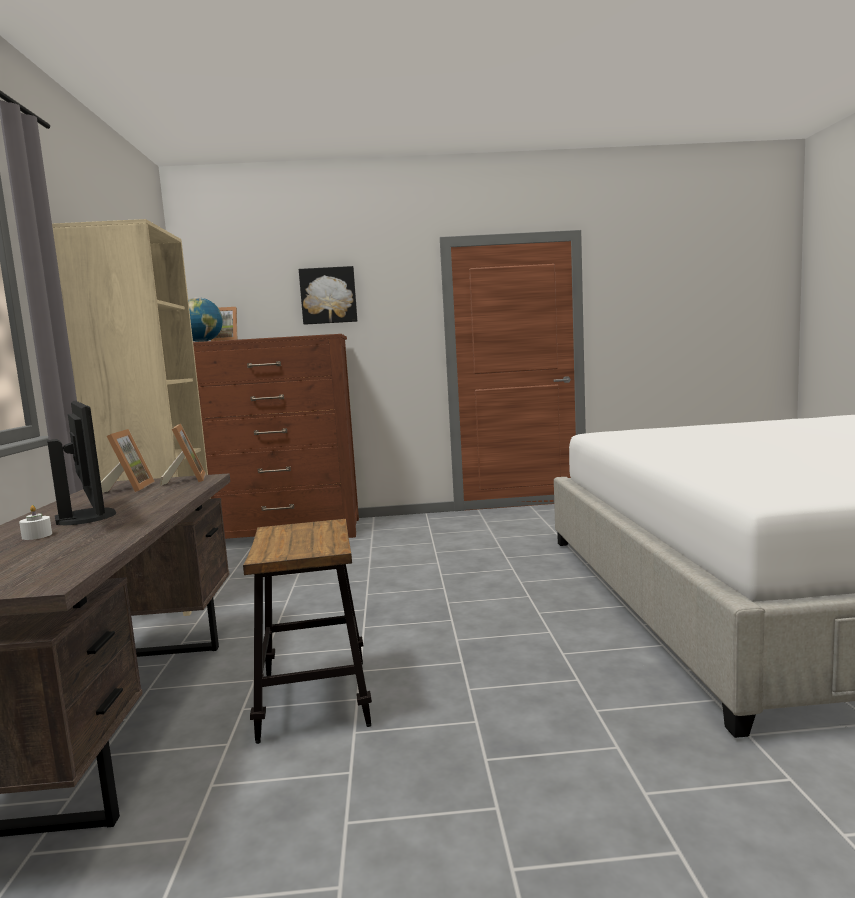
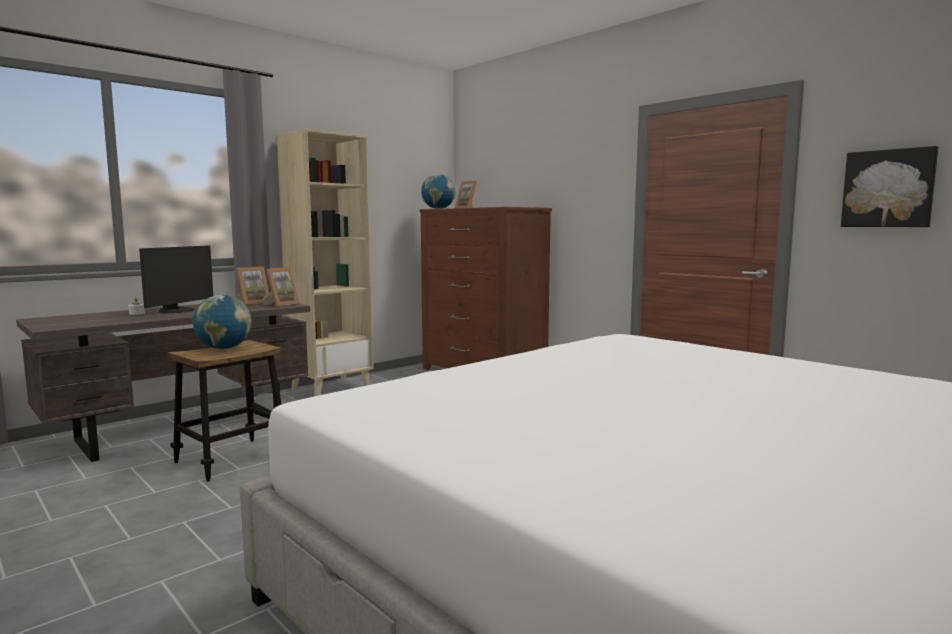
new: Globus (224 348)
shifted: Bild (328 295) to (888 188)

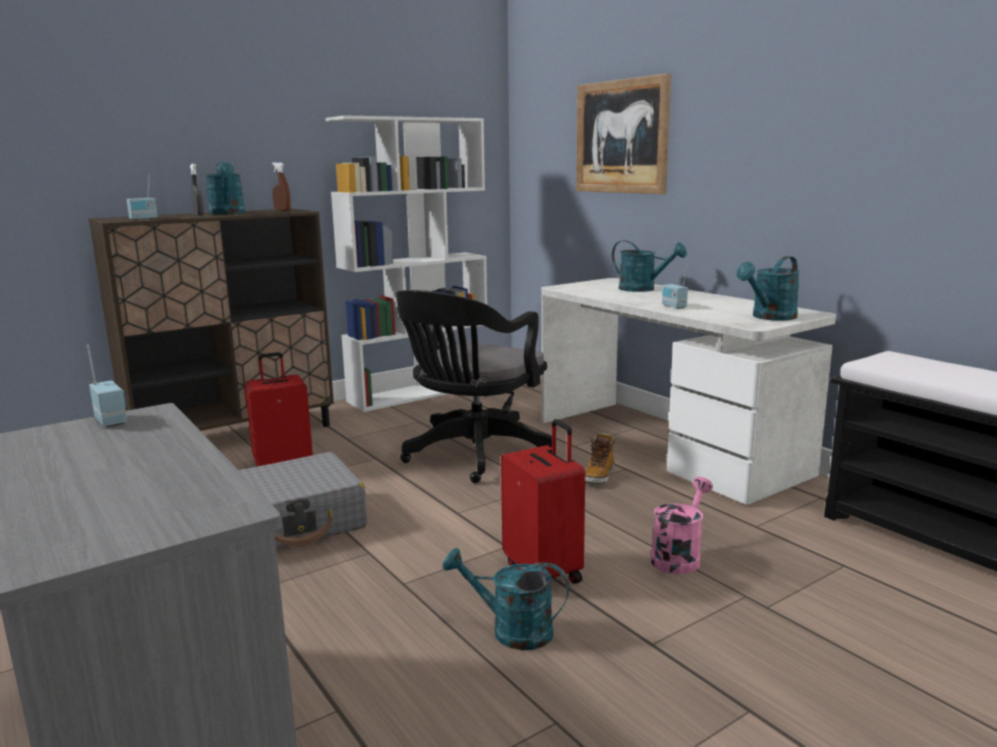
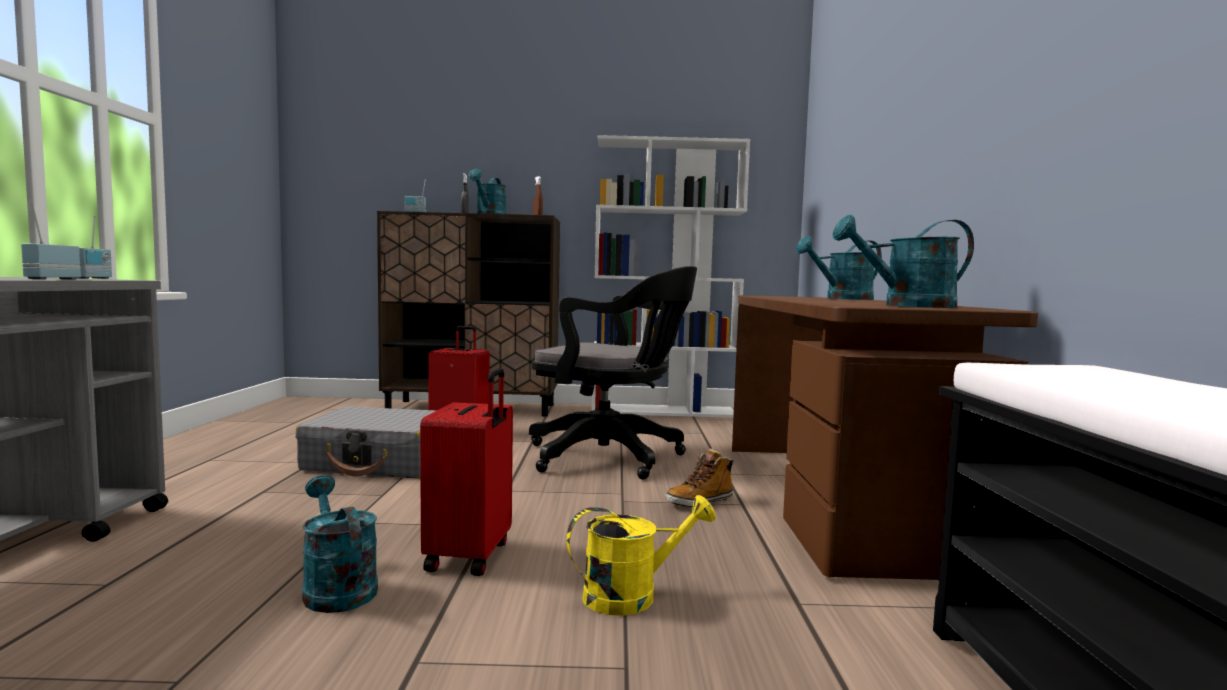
gone: Bild (621 137)
shifted: Radio (673 306) to (51 279)
repainted: Gießkanne (rosa) (679 556) to Gießkanne (gelb) (632 595); Schreibtisch (weiß) (666 446) to Schreibtisch (braun) (834 498)
rotated: Bürostuhl (schwarz) (473 456) = (612 458) 135 degrees counterclockwise; Gießkanne (türkis) (643 289) = (842 299) 90 degrees clockwise

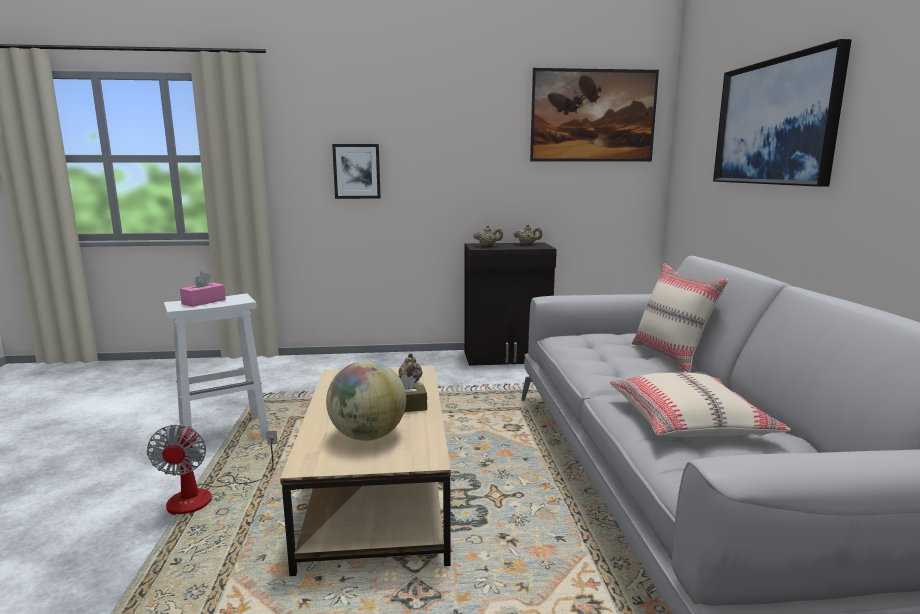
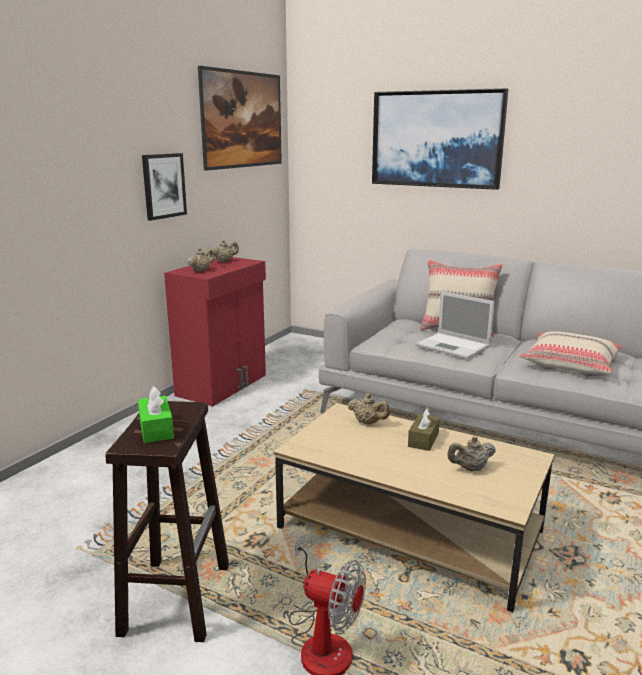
new: Laptop (454 346)
shifted: Bild (357 171) to (163 186)
swapped: Globus (367 436) to Teekanne (beige) (470 469)
repainted: Hocker (weiß) (226 435) to Hocker (braun) (176 597); Taschentuchbox (rosa) (204 302) to Taschentuchbox (grün) (156 429); Schrank (schwarz) (507 357) to Schrank (rot) (223 385)

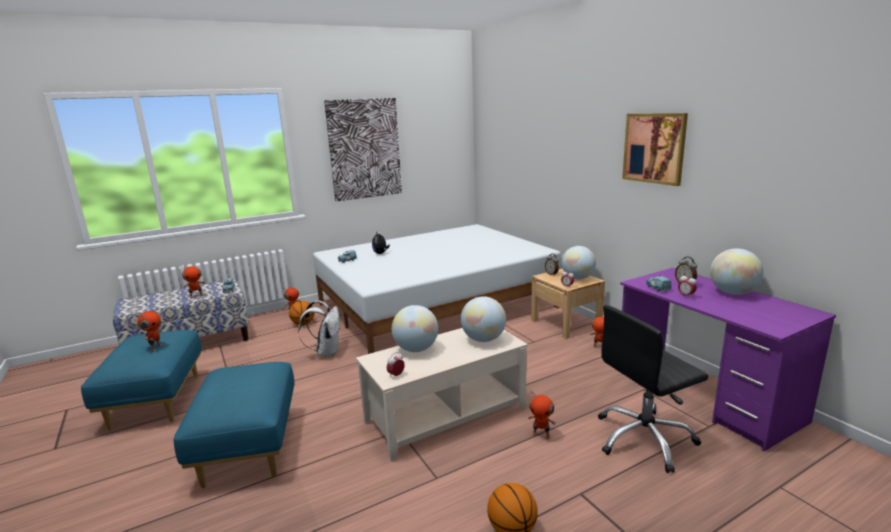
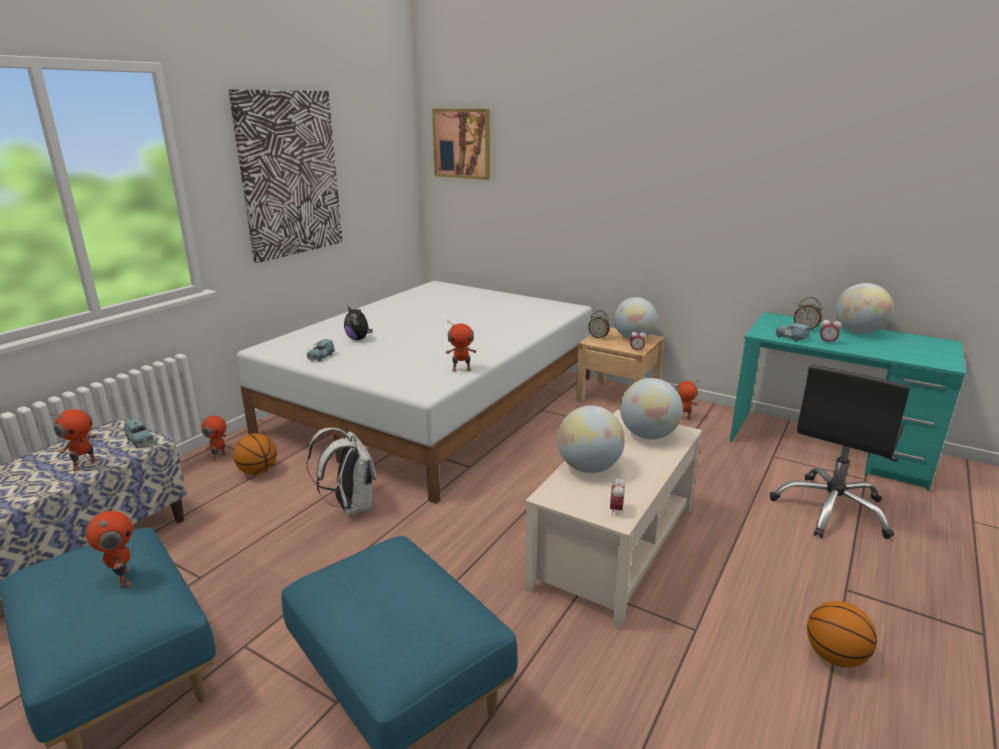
shifted: Bild (654 148) to (462 143); Spielzeugroboter (541 435) to (461 369)
repainted: Schreibtisch (lila) (704 395) to Schreibtisch (türkis) (828 447)

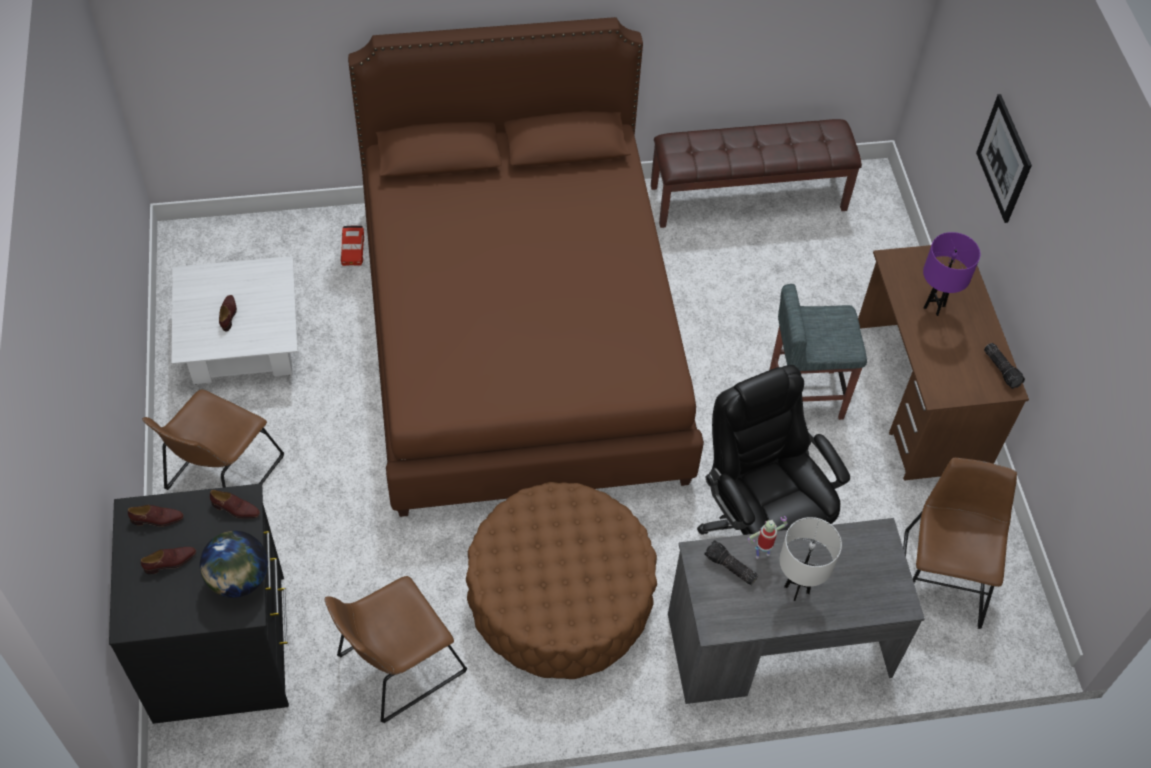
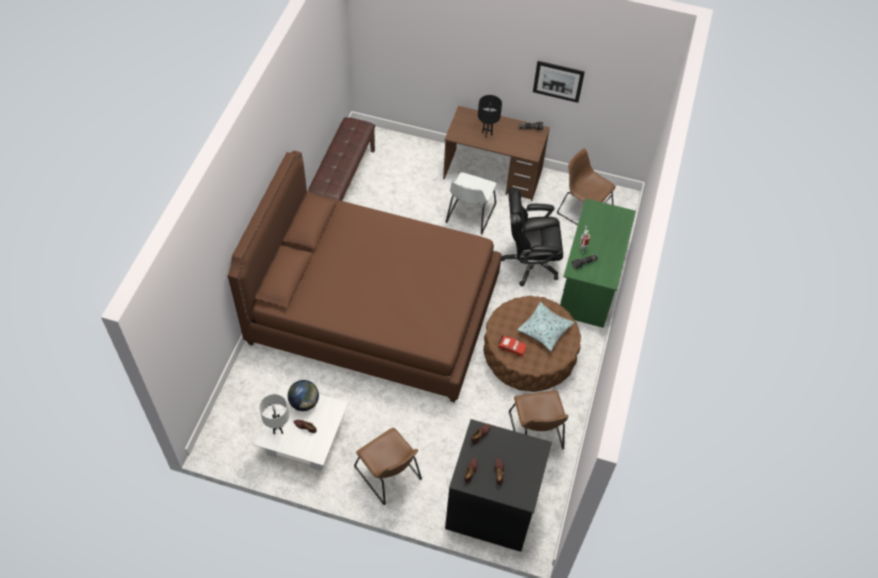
new: Kissen (544 329)
shifted: Tischlampe (weiß) (797 590) to (278 430); Globus (238 579) to (304 403); Spielzeugauto (rot) (352 250) to (512 347); Bild (1004 158) to (558 81)
swapped: Hocker (grau) (804 395) to Stuhl (weiß) (469 215)
repainted: Tischlampe (lila) (934 307) to Tischlampe (schwarz) (487 133); Schreibtisch (grau) (778 645) to Schreibtisch (grün) (590 282)

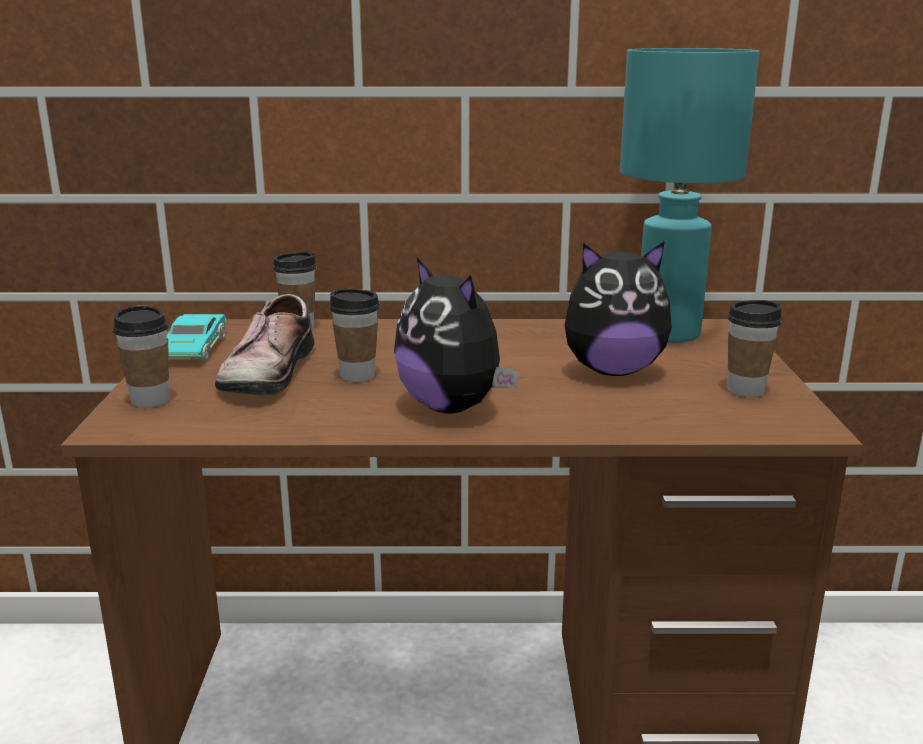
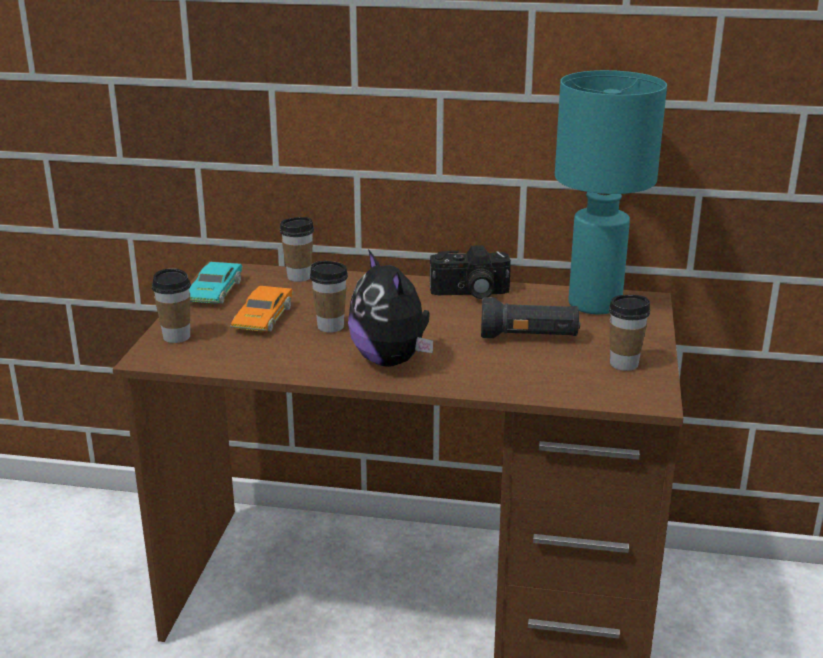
new: Kamera (470 293)
swapped: Schuh (265 371) to Spielzeugauto (orange) (263 317); Plüschtier (613 370) to Taschenlampe (schwarz) (529 337)

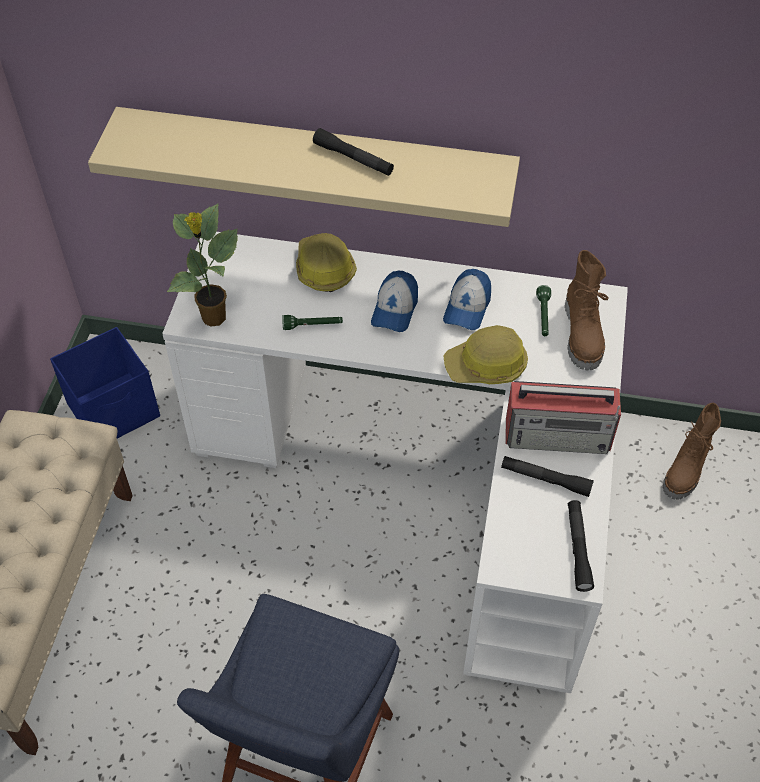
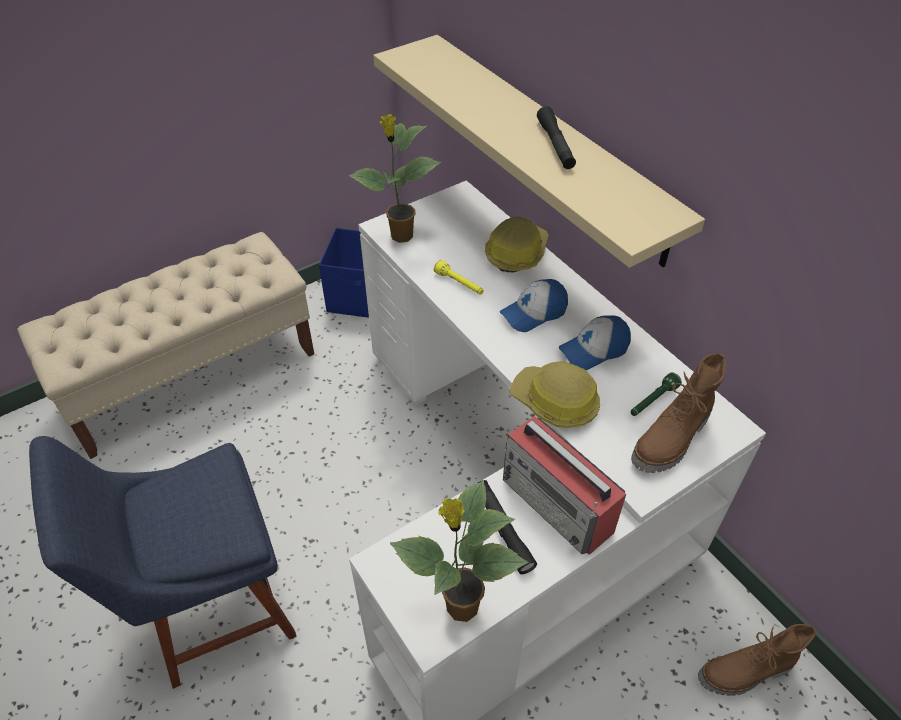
swapped: Taschenlampe (schwarz) (578 548) to Topfpflanze (460 608)
repainted: Taschenlampe (grün) (313 326) to Taschenlampe (gelb) (459 284)

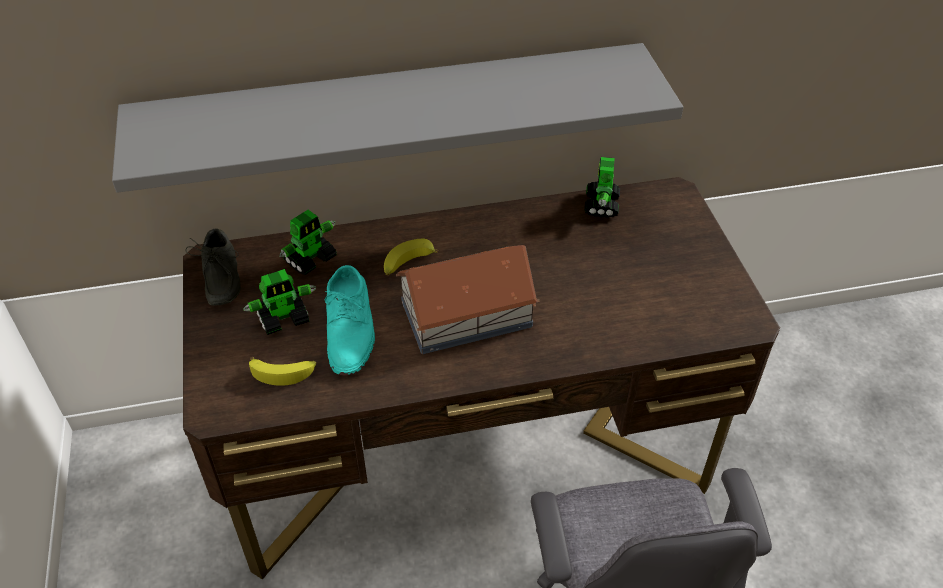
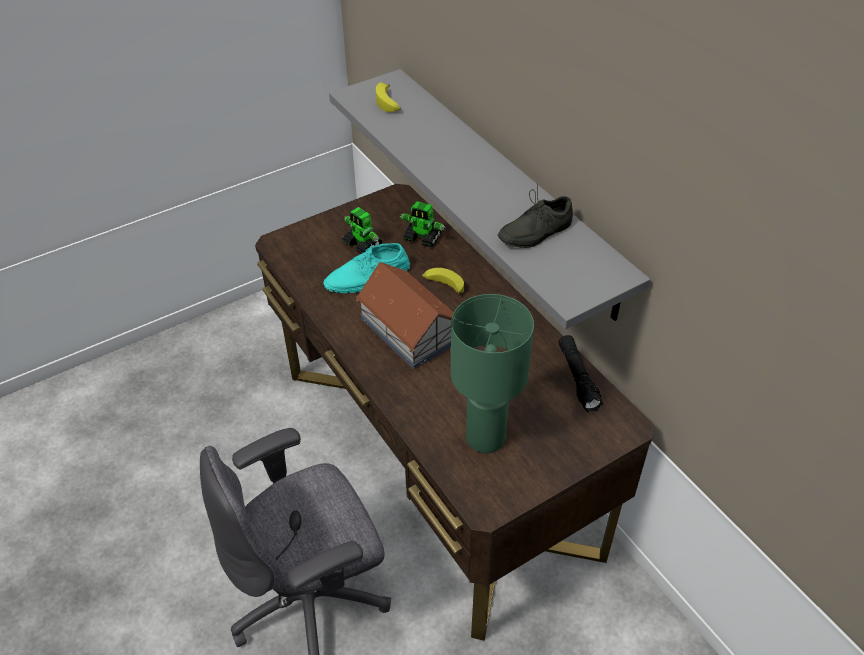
new: Tischlampe (grün) (486 437)
shifted: Banane (284 372) to (389 103); Schuh (grau) (218 279) to (533 231)
swapped: Spielzeugroboter (601 205) to Taschenlampe (schwarz) (577 378)

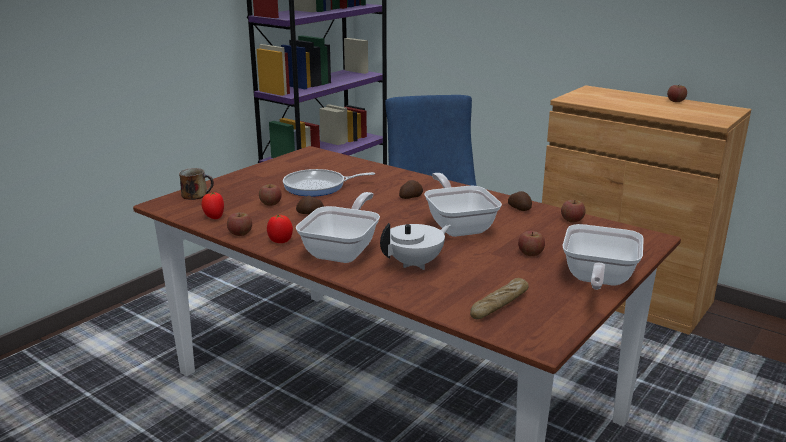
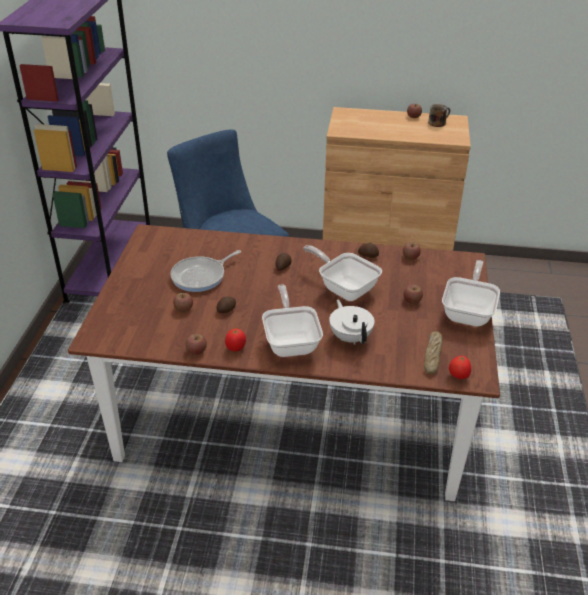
shifted: Henkelbecher (196 195) to (437 122); Tomate (214 217) to (458 376)
rotated: Teekanne (weiß) (415 263) = (350 337) 45 degrees counterclockwise; Pfanne (597 280) = (468 312) 150 degrees counterclockwise

